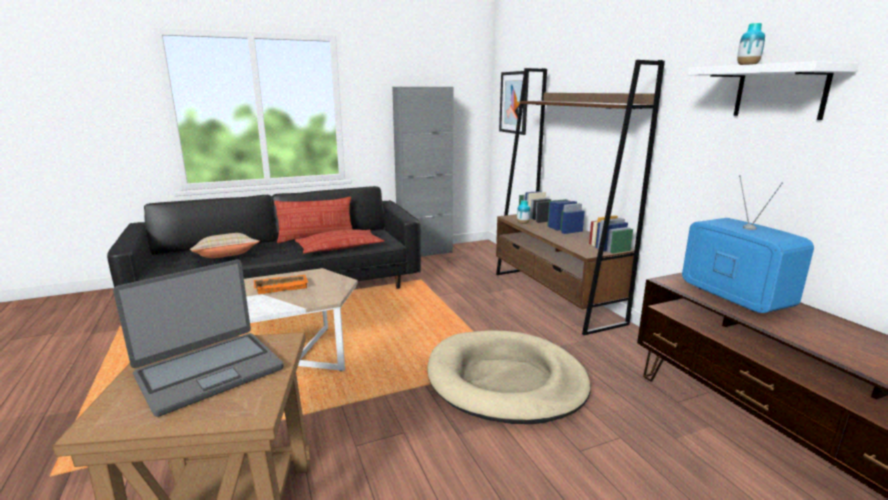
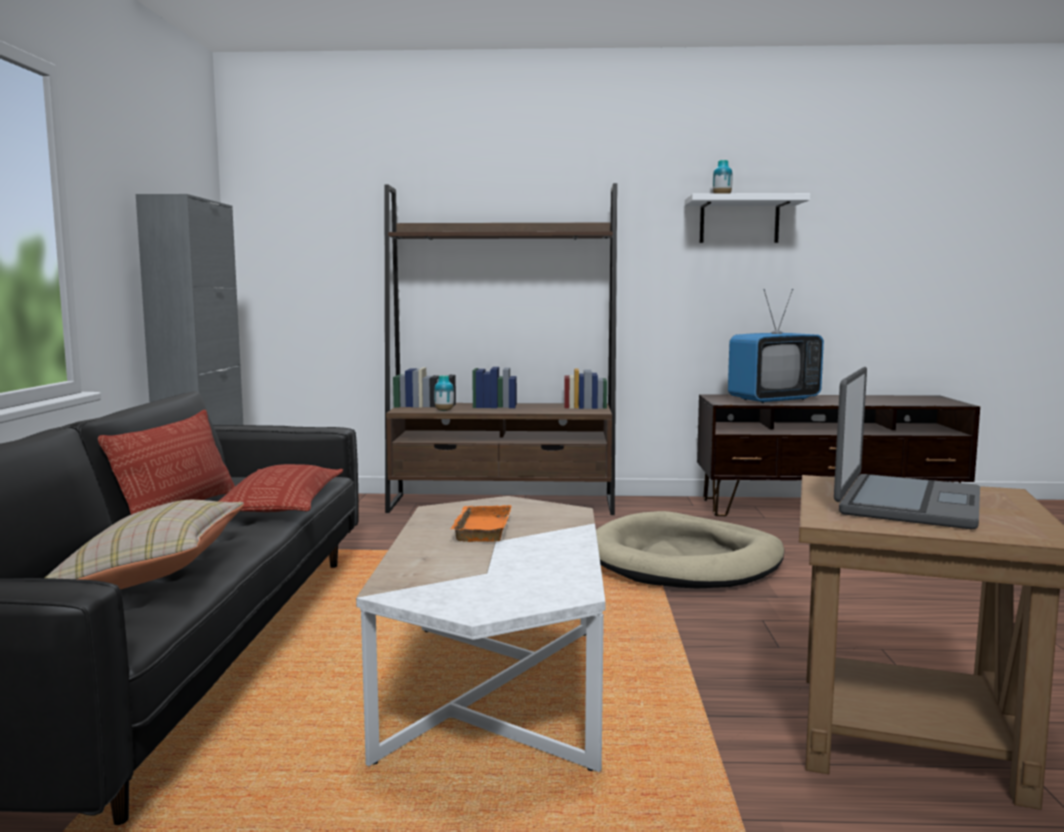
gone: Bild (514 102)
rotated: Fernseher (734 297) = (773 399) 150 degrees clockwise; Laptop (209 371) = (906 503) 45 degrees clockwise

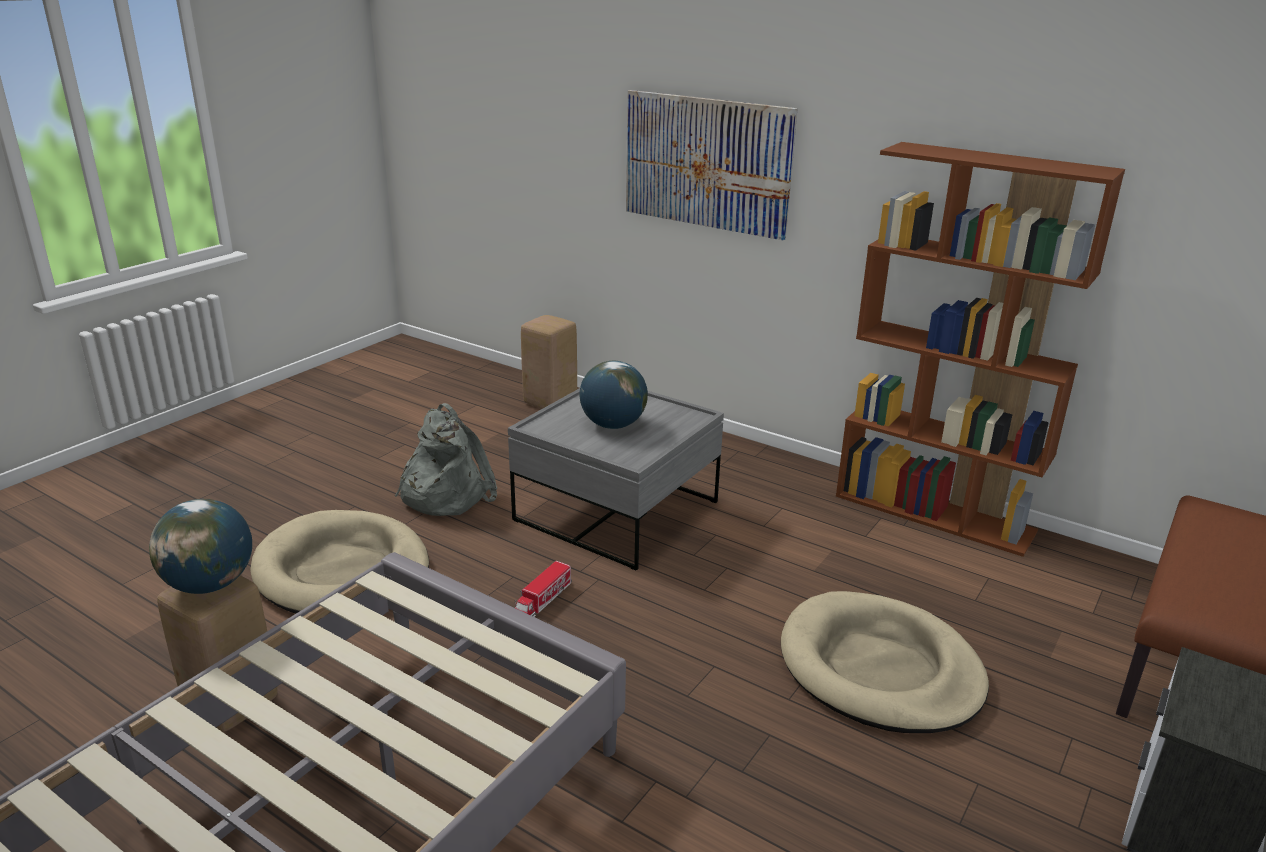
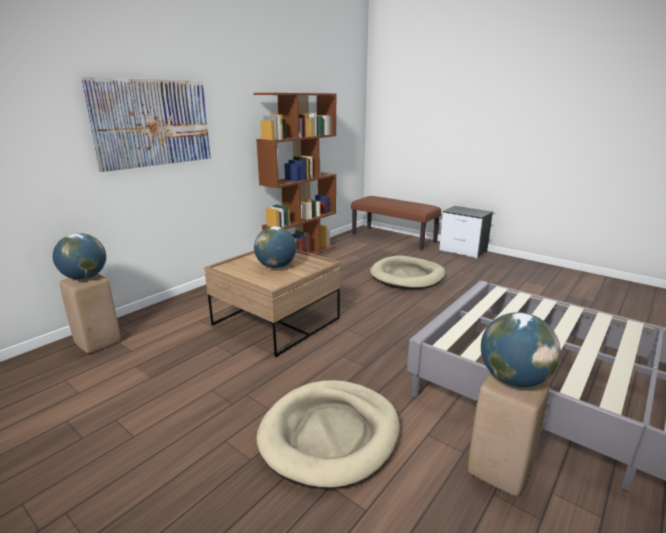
gone: Rucksack (grau) (445 494); Spielzeuglaster (541 602)
new: Globus (84 277)
repainted: Couchtisch (grau) (617 511) to Couchtisch (braun) (276 322)

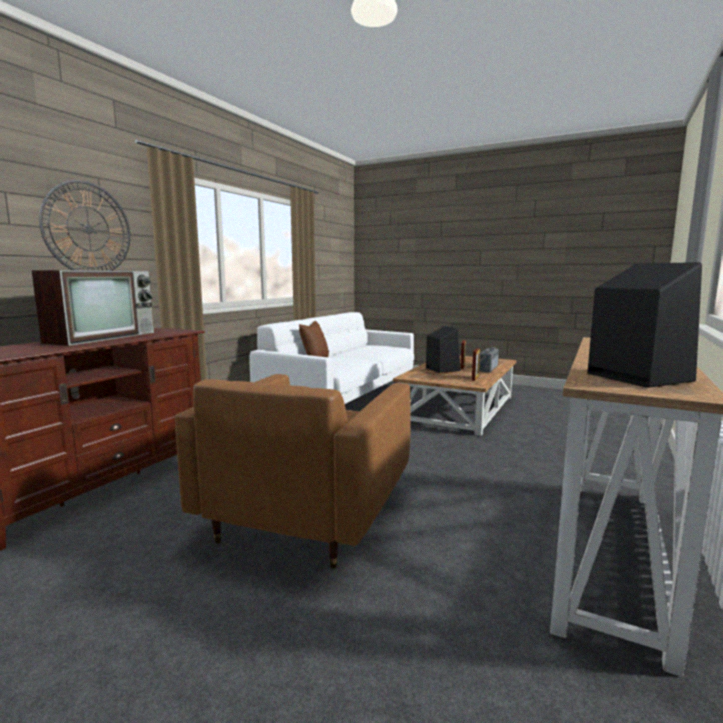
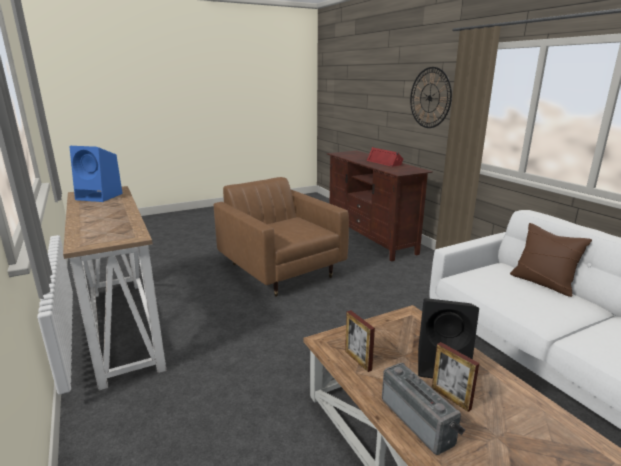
swapped: Fernseher (103 337) to Lautsprecher (rot) (384 162)
repainted: Lautsprecher (schwarz) (636 377) to Lautsprecher (blau) (100 196)

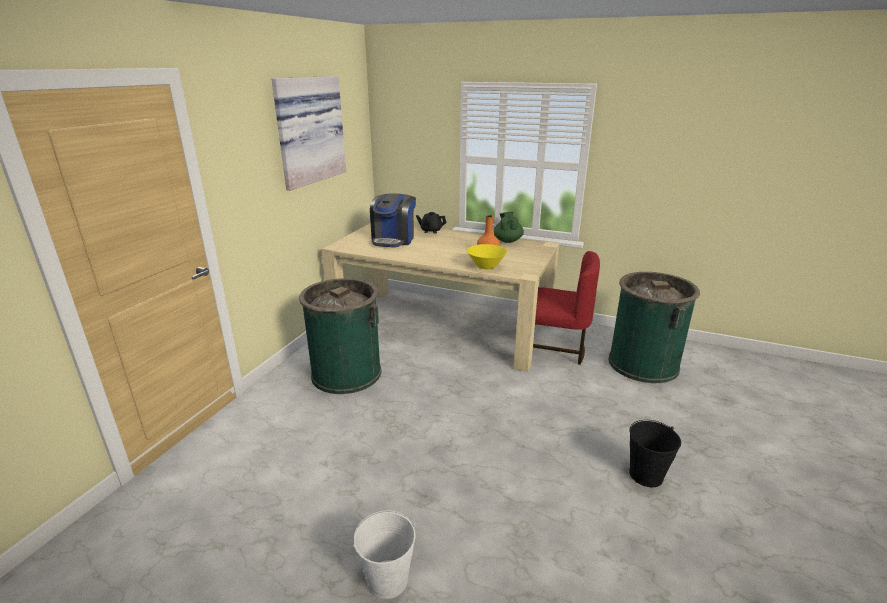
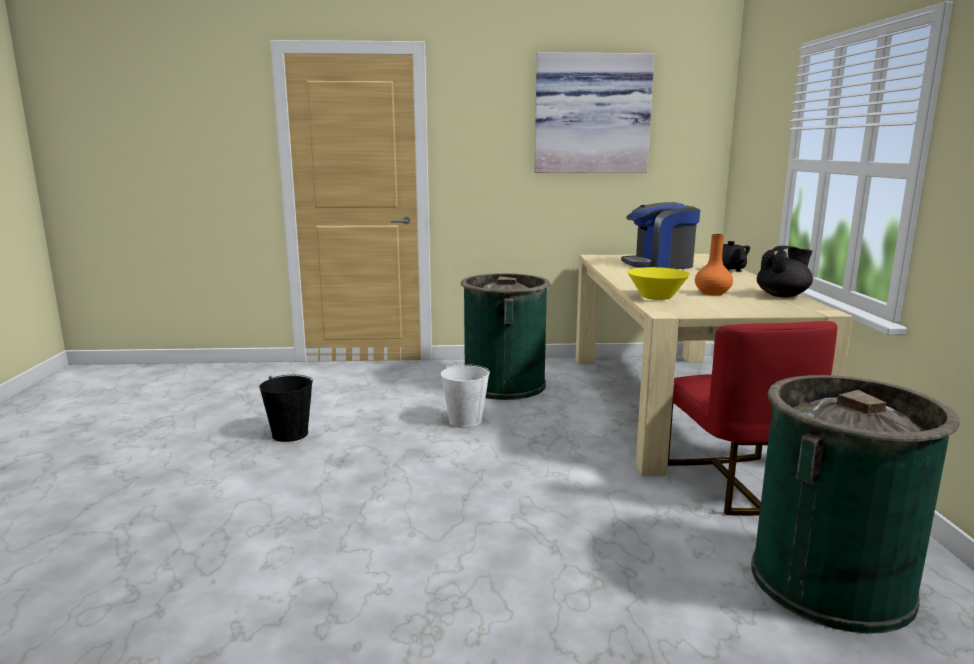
shifted: Eimer (schwarz) (646 475) to (290 434); Eimer (weiß) (388 580) to (465 421)
repainted: Teekanne (grün) (507 240) to Teekanne (schwarz) (783 295)

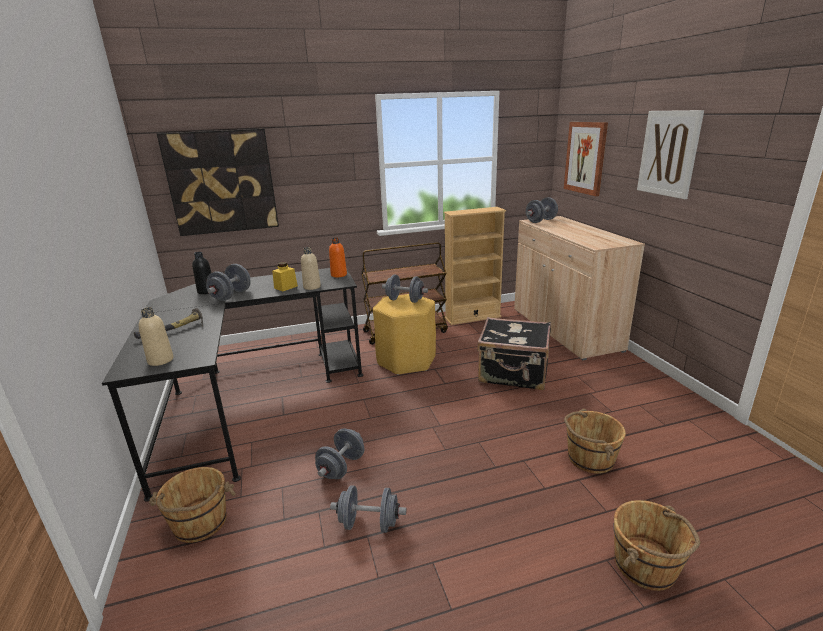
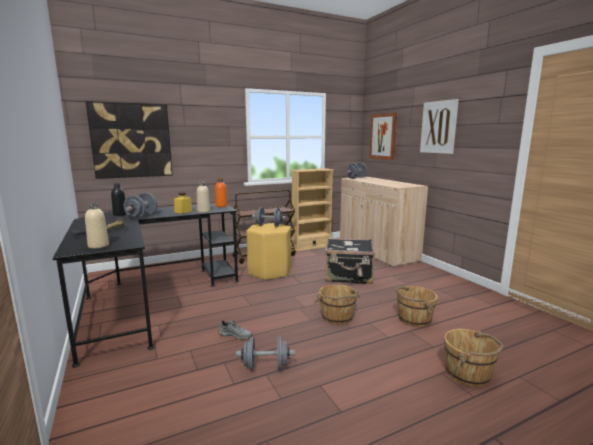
shifted: Eimer (braun) (200 523) to (337 317)
swapped: Hantel (grau) (341 467) to Schuh (grau) (235 335)

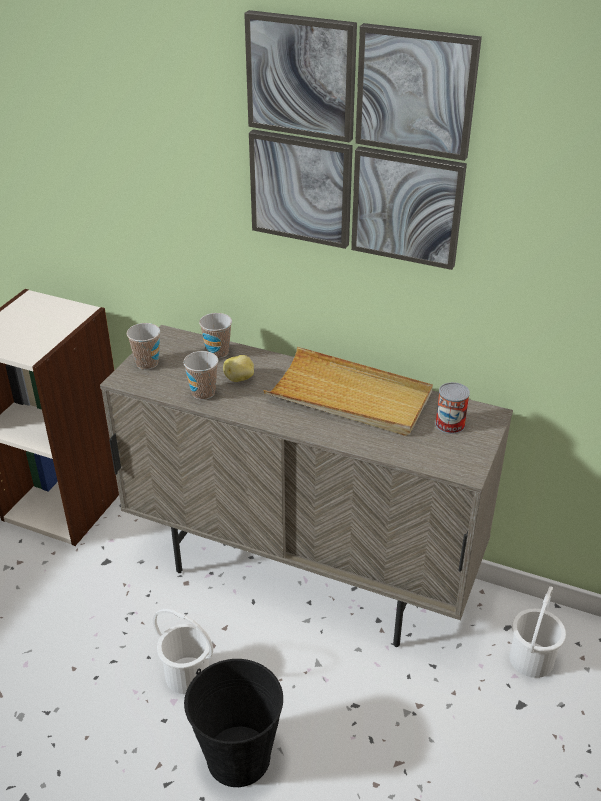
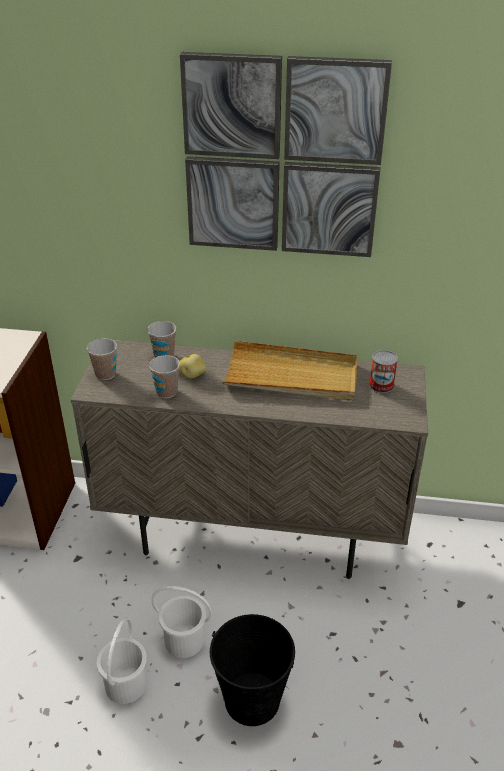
shifted: Eimer (weiß) (530 659) to (125 684)

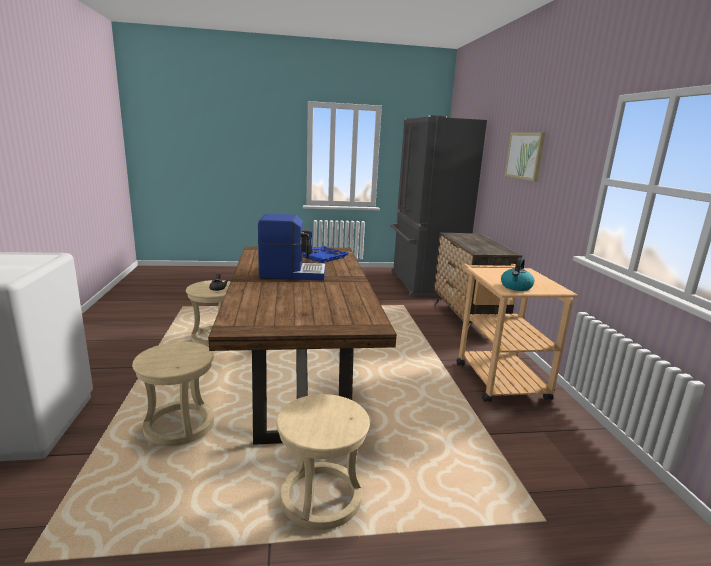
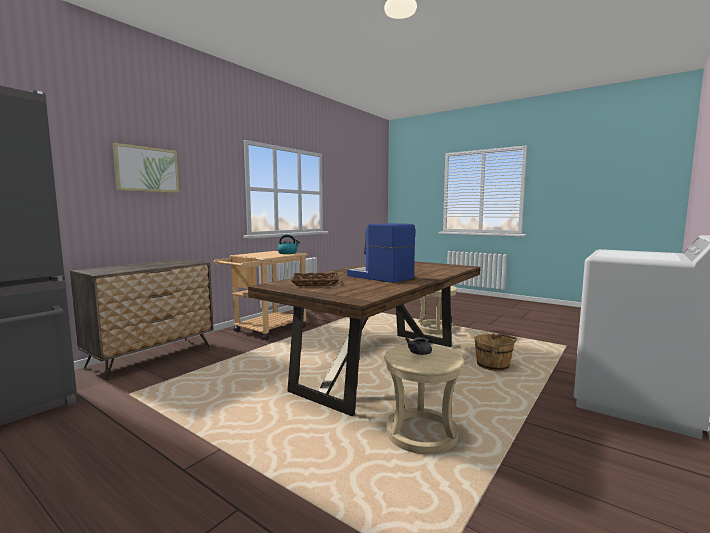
swapped: Hocker (beige) (179 426) to Eimer (braun) (493 366)
repainted: Tablett (blau) (322 257) to Tablett (braun) (315 282)

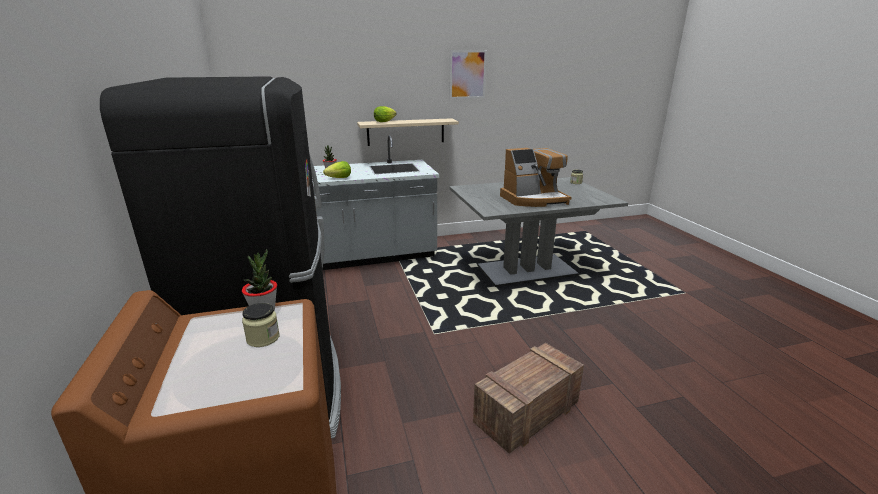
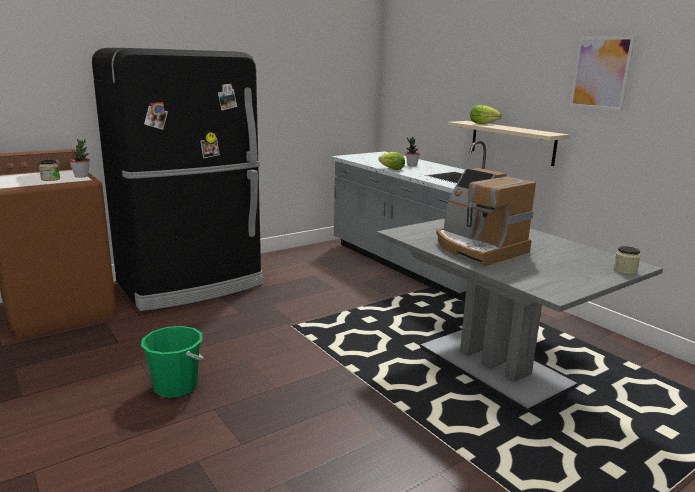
swapped: Kiste (526 414) to Eimer (grün) (176 386)

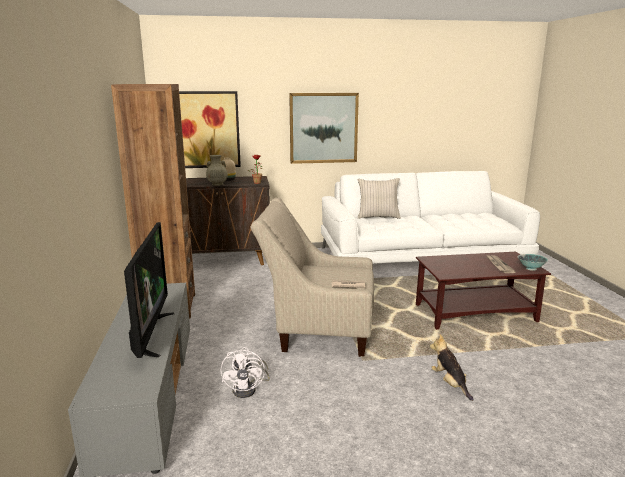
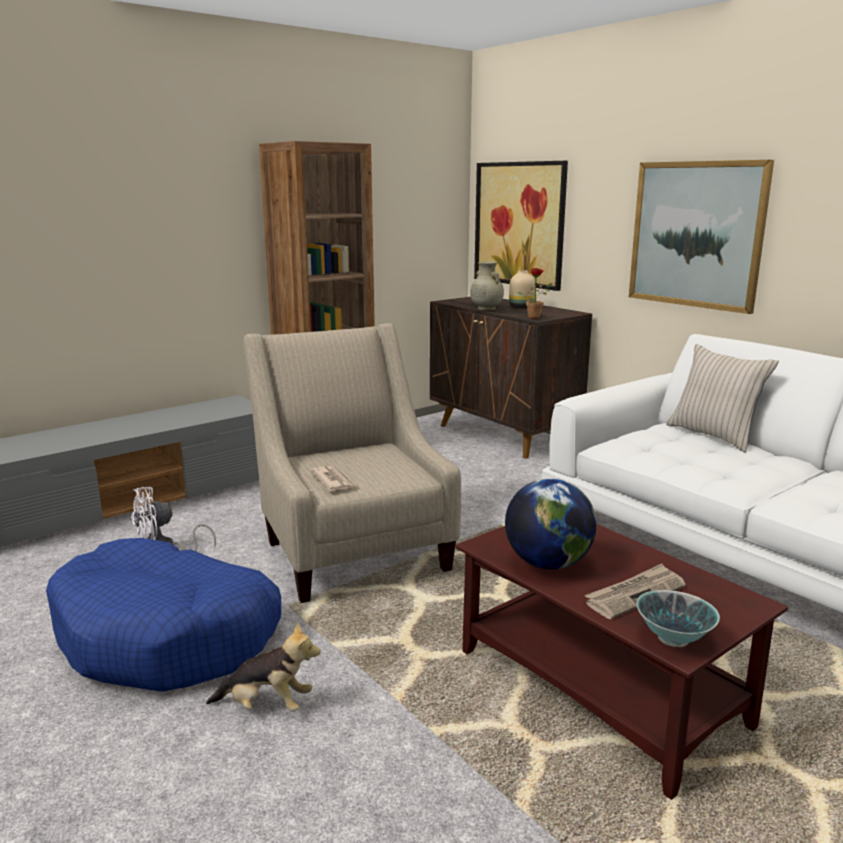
gone: Fernseher (149 334)
new: Hundebett (blau) (168 636); Globus (547 563)
rotated: Plüschtier (449 383) = (267 705) 60 degrees clockwise

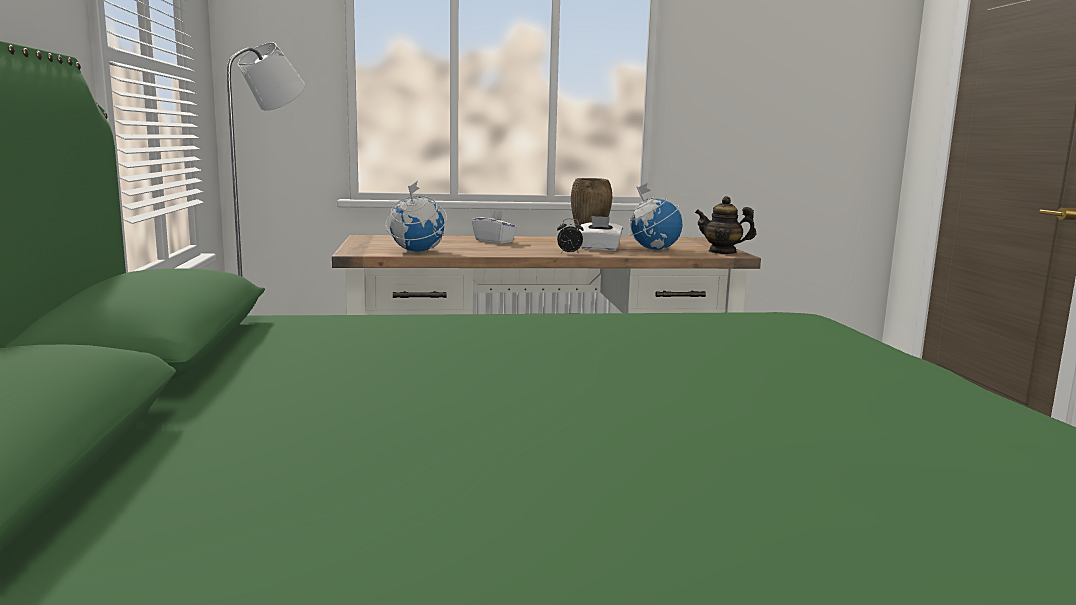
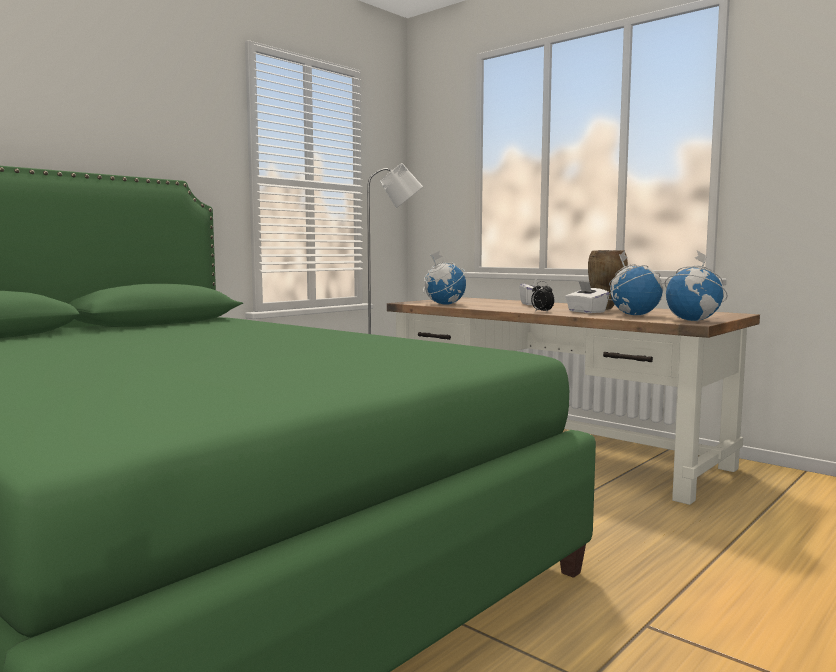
swapped: Teekanne (722 252) to Globus (693 320)

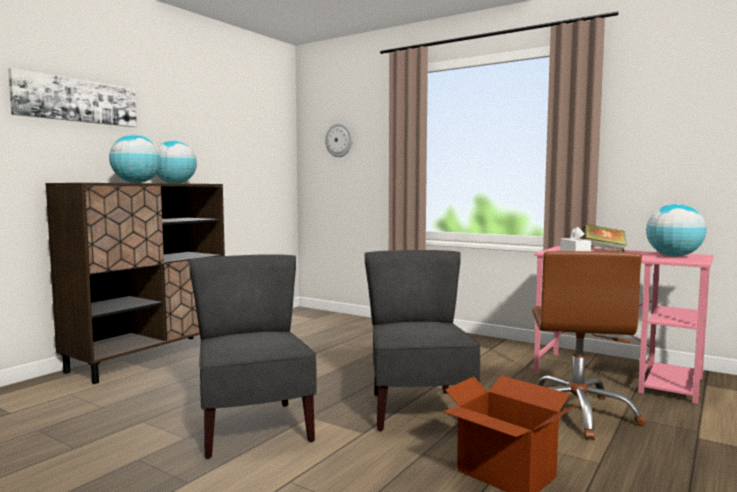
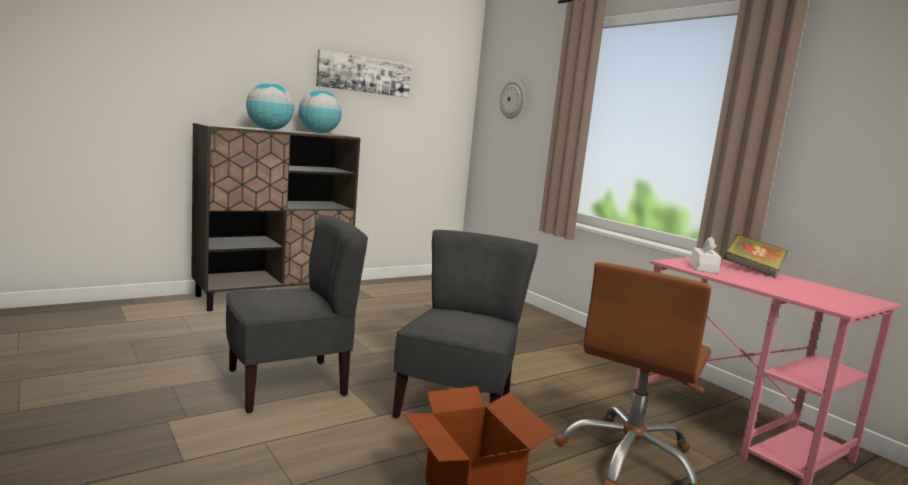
gone: Globus (673 256)
shifted: Bild (76 100) to (364 74)
rotated: Stuhl (grau) (254 428) = (288 384) 60 degrees clockwise

